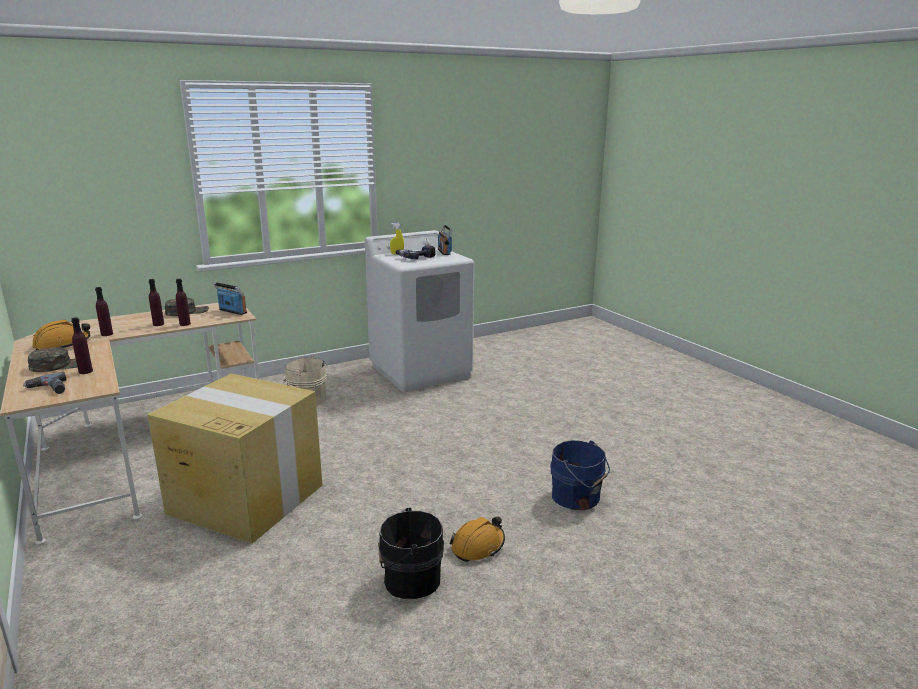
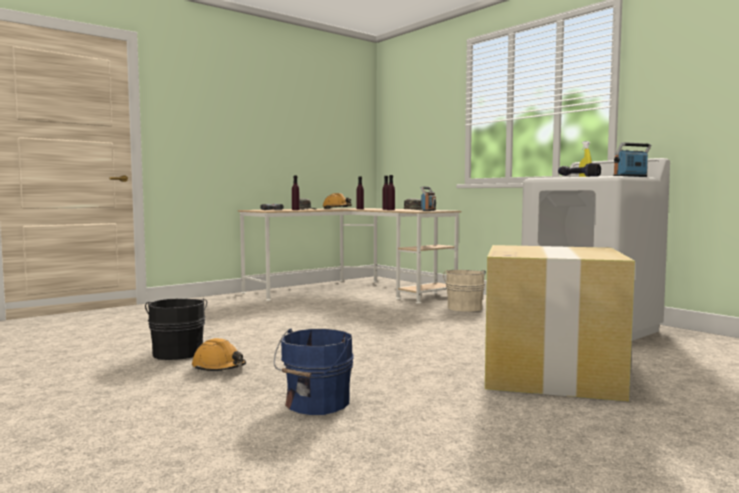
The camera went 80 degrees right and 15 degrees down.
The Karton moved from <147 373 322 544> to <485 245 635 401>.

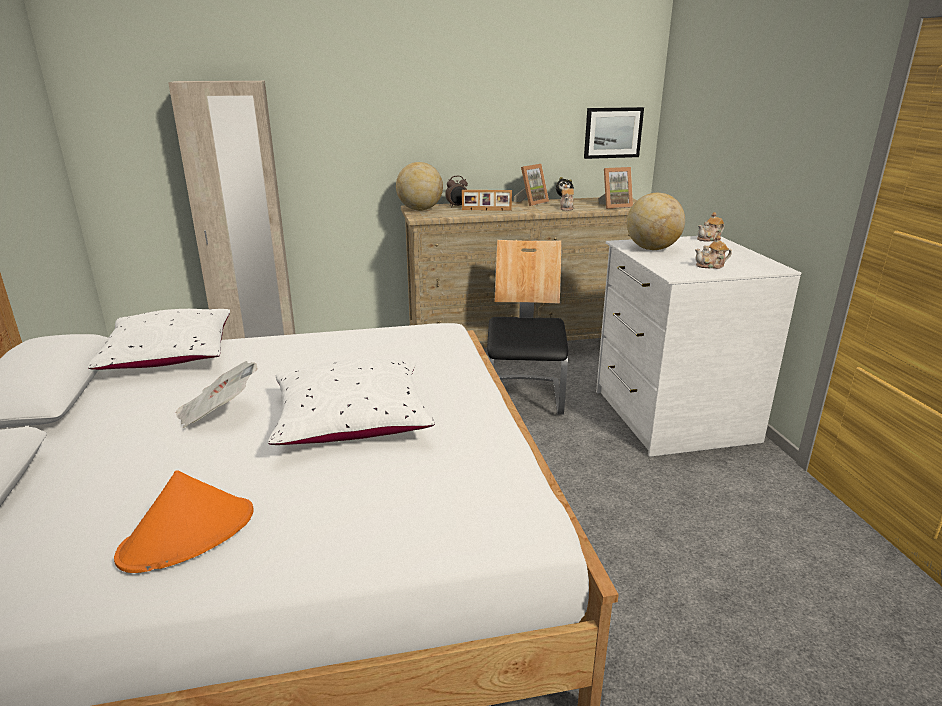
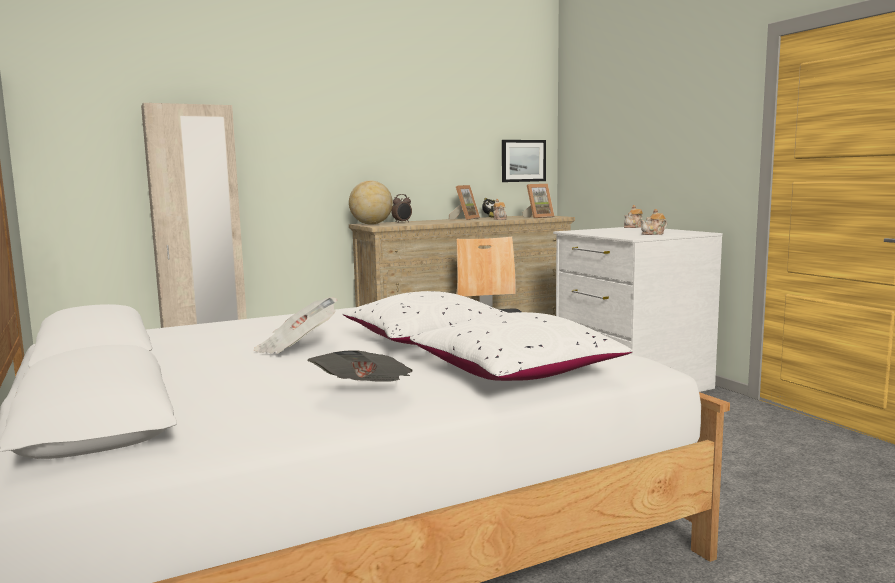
The camera went 15 degrees left and 15 degrees down.
The Bilderrahmen at <462 190 512 211> disappeared.
The Globus at <627 193 685 250> disappeared.
The Kissen [weiß] moved from <88 309 230 370> to <410 312 633 381>.
The Hut [orange] at <114 471 254 573> was replaced by the Zeitung at <307 350 413 382>.

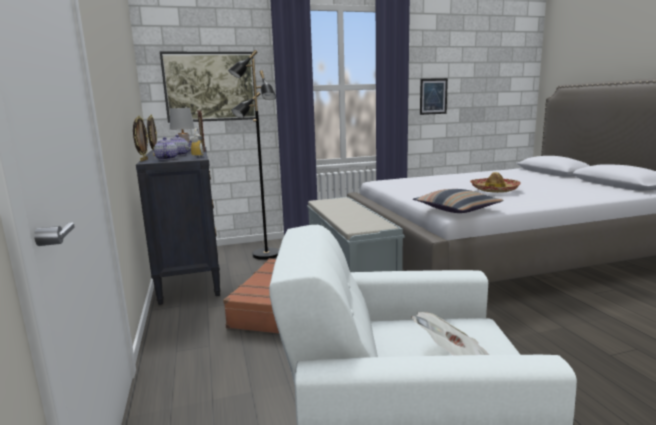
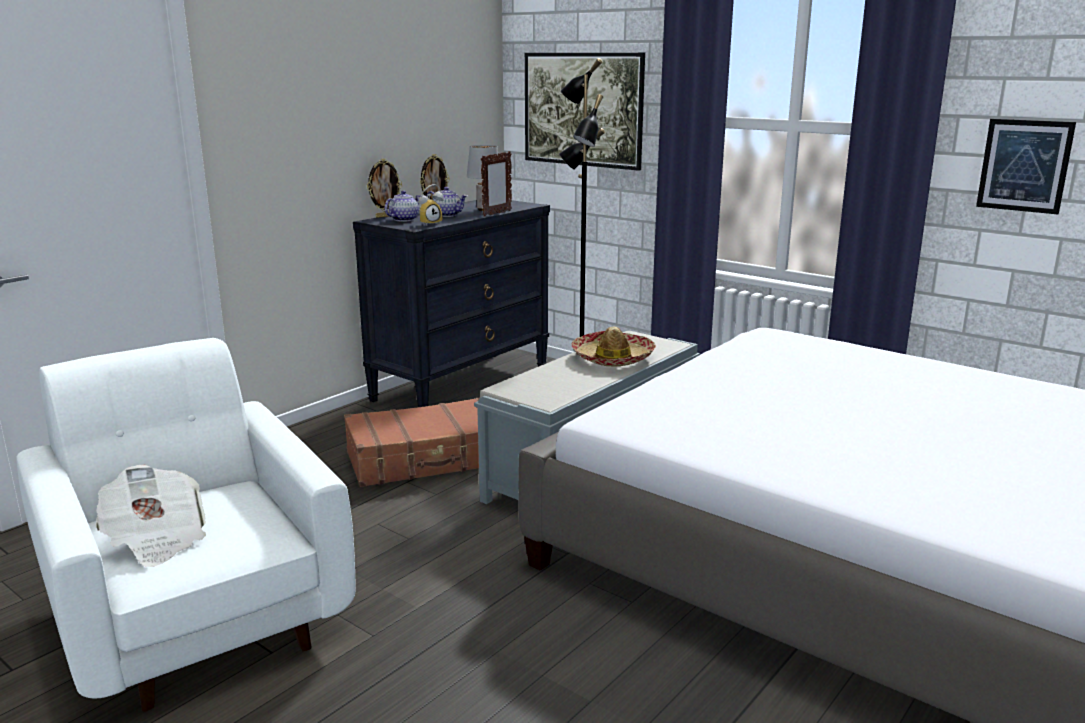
The camera went 55 degrees right and 5 degrees up.
The Hut moved from <470 172 521 193> to <571 326 656 366>.
The Kissen at <413 189 504 213> disappeared.

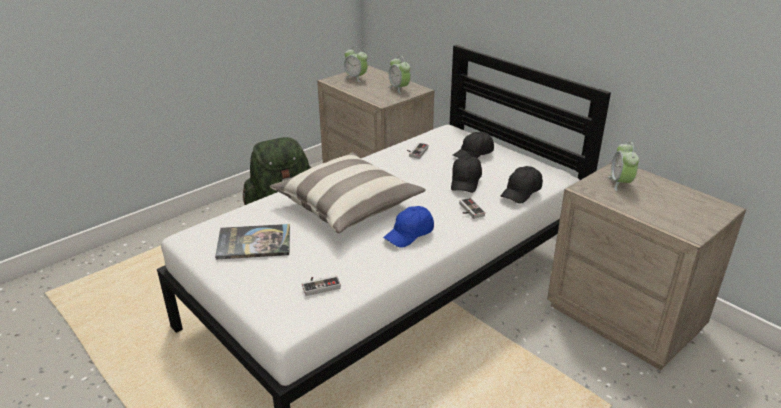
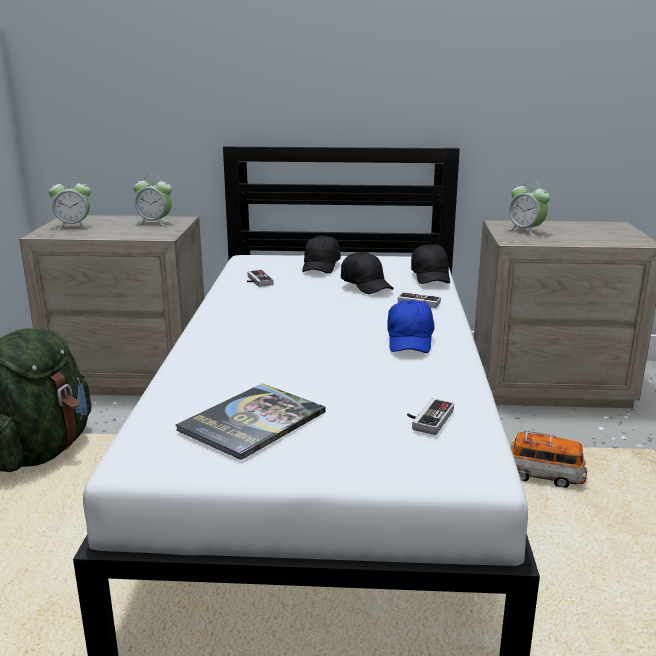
The camera went 45 degrees left and 10 degrees down.
The Kissen at <270 153 426 233> disappeared.
The Spielzeugauto at <511 430 587 488> appeared.

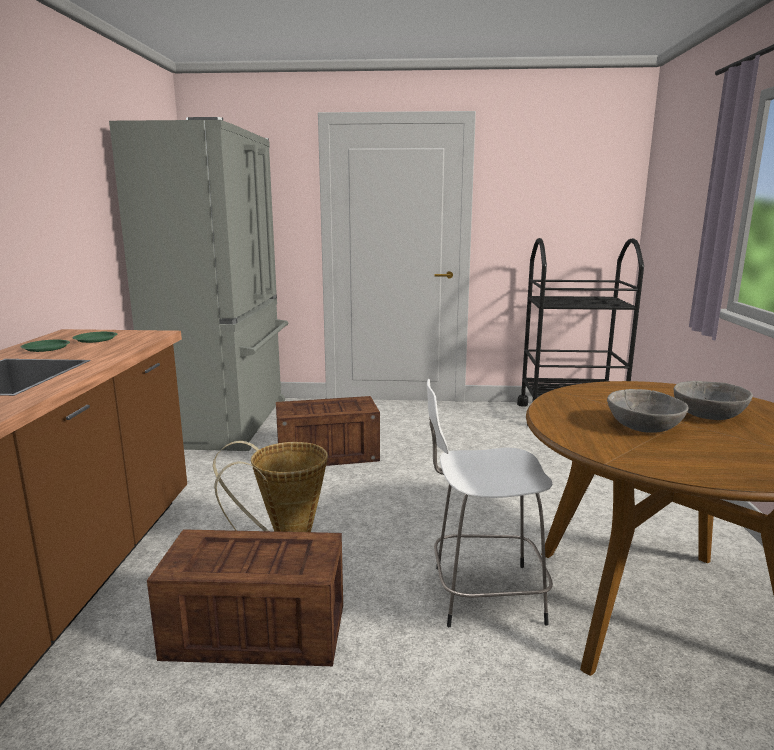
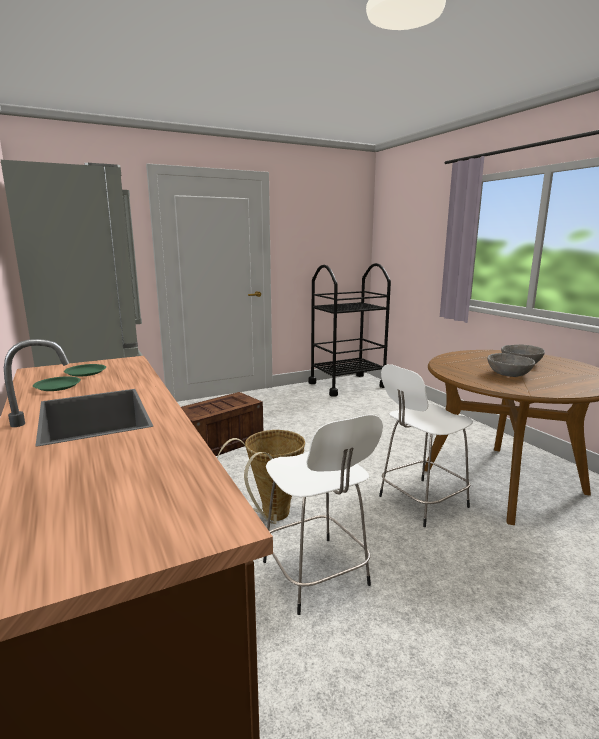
The camera went 30 degrees left and 0 degrees up.
The Kiste at <147 529 343 666> was replaced by the Hocker [weiß] at <263 415 383 615>.

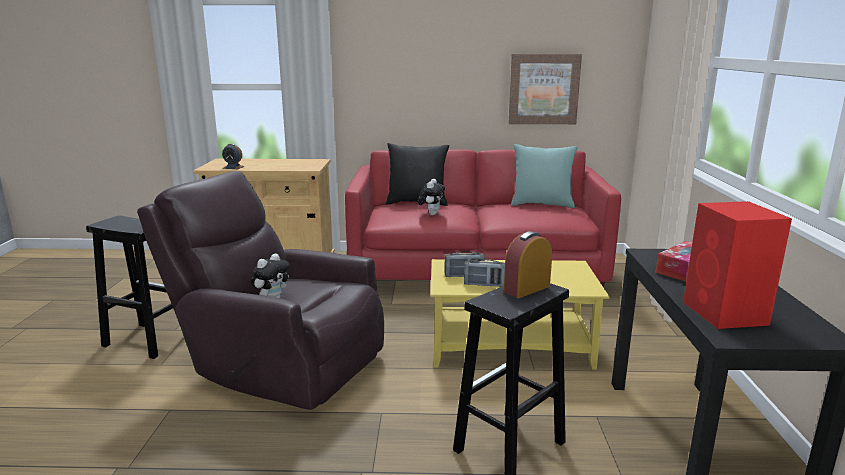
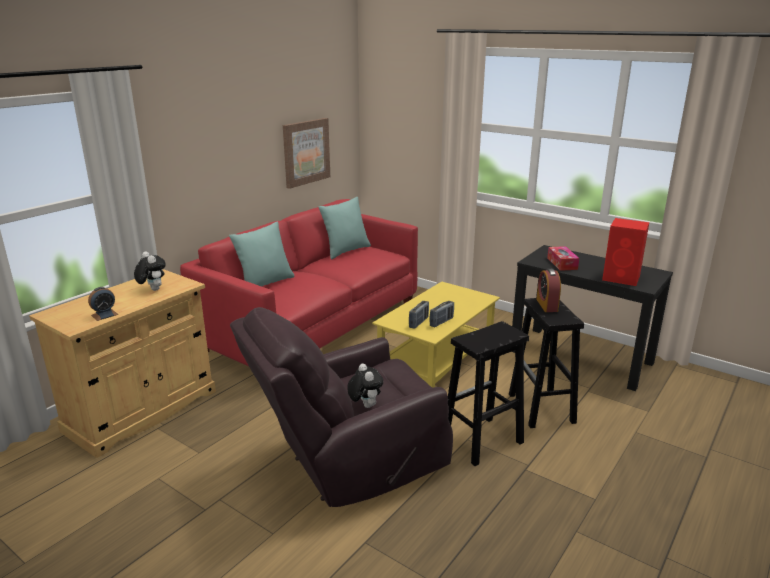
The camera went 55 degrees left and 5 degrees up.
The Kissen [schwarz] at <386 143 449 206> became the Kissen [türkis] at <229 222 295 287>.
The Plüschtier moved from <418 179 445 215> to <134 251 166 291>.
The Hocker [schwarz] moved from <86 215 173 359> to <448 321 529 466>.

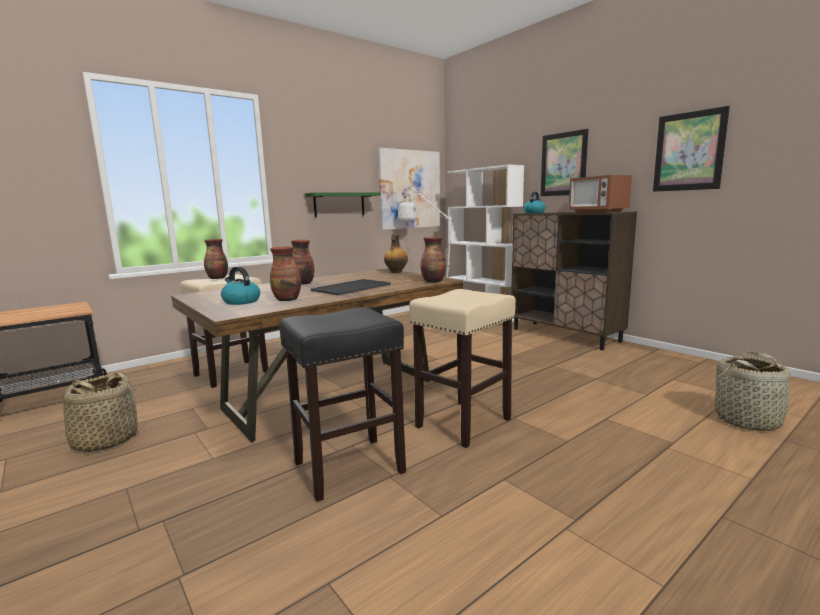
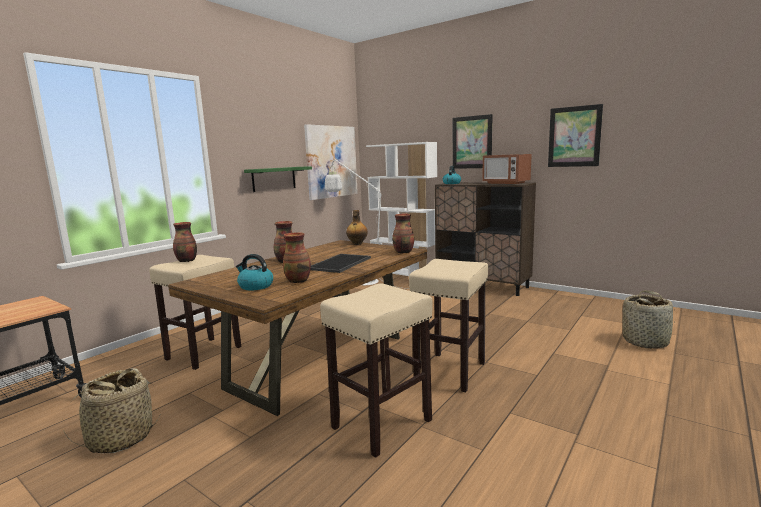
The camera went 15 degrees left and 0 degrees up.
The Hocker [schwarz] at <279 307 406 502> became the Hocker [beige] at <320 283 432 458>.

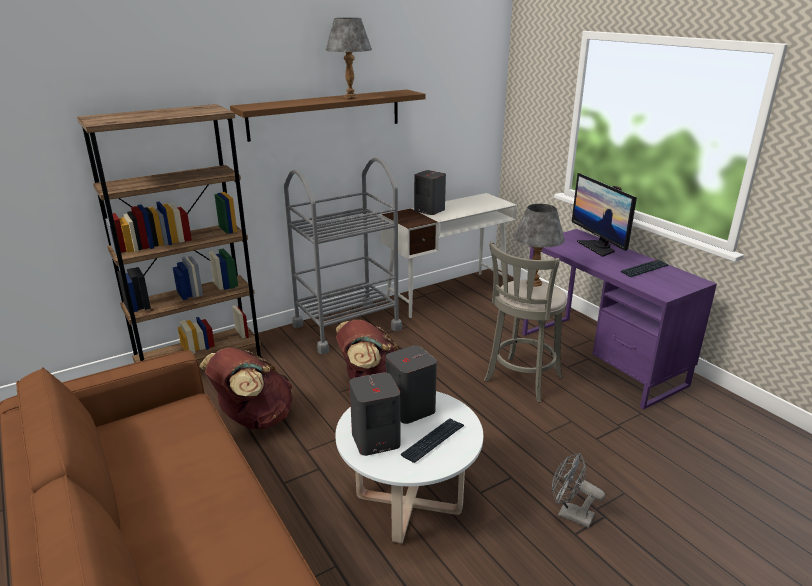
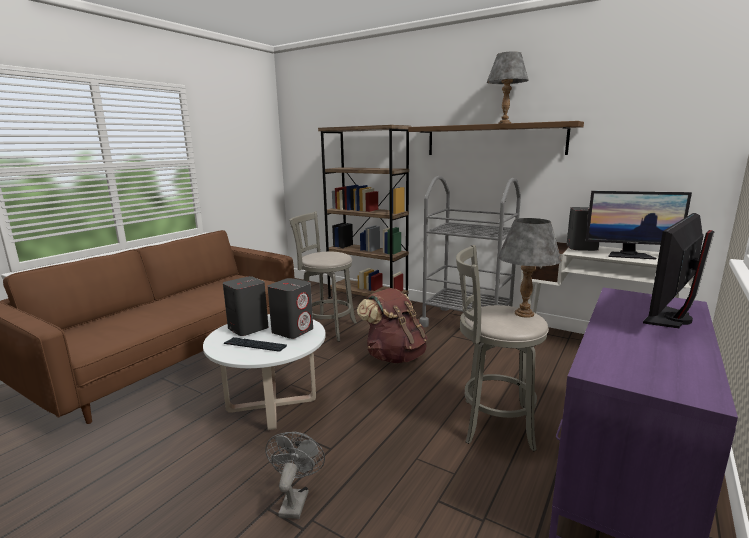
The camera went 65 degrees right and 10 degrees down.
The Tastatur at <621 259 668 277> disappeared.
The Rucksack [braun] at <199 348 293 429> was replaced by the Hocker [grau] at <289 211 357 342>.
The Monitor at <585 191 692 259> appeared.

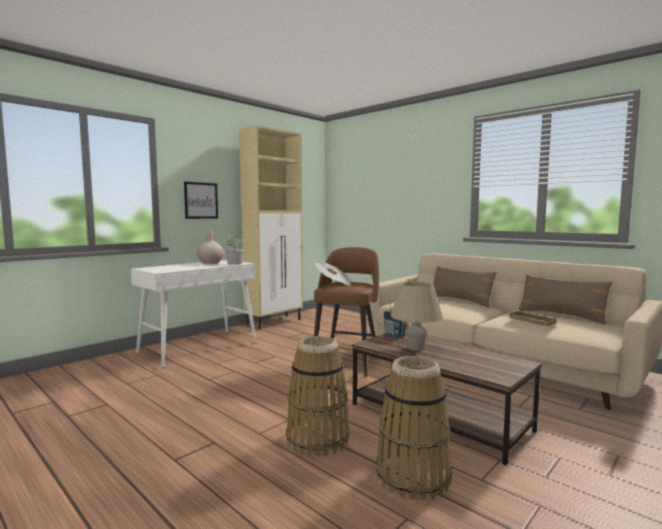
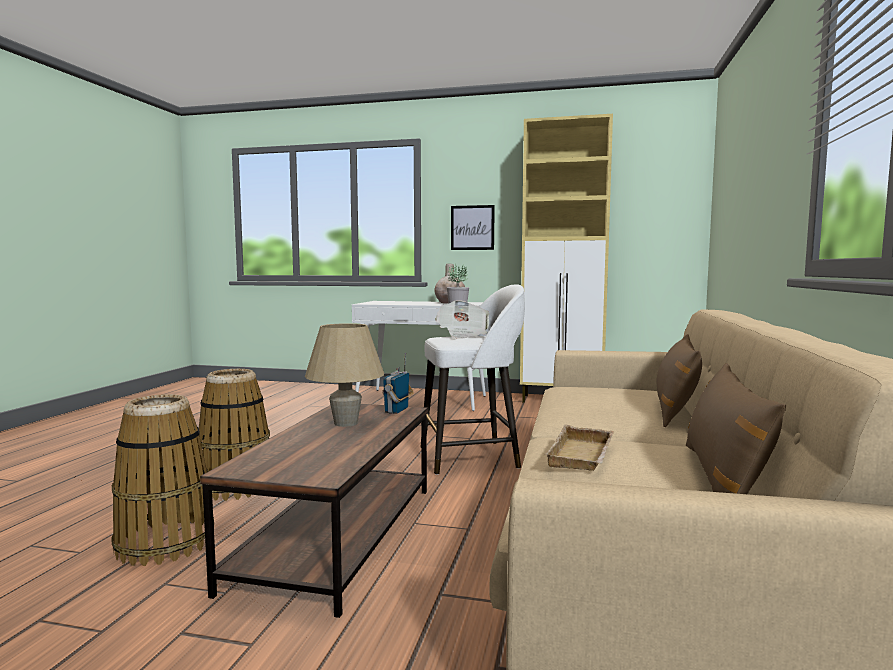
The camera went 60 degrees right and 0 degrees up.
The Hocker [braun] at <314 247 379 377> became the Hocker [weiß] at <424 284 525 475>.

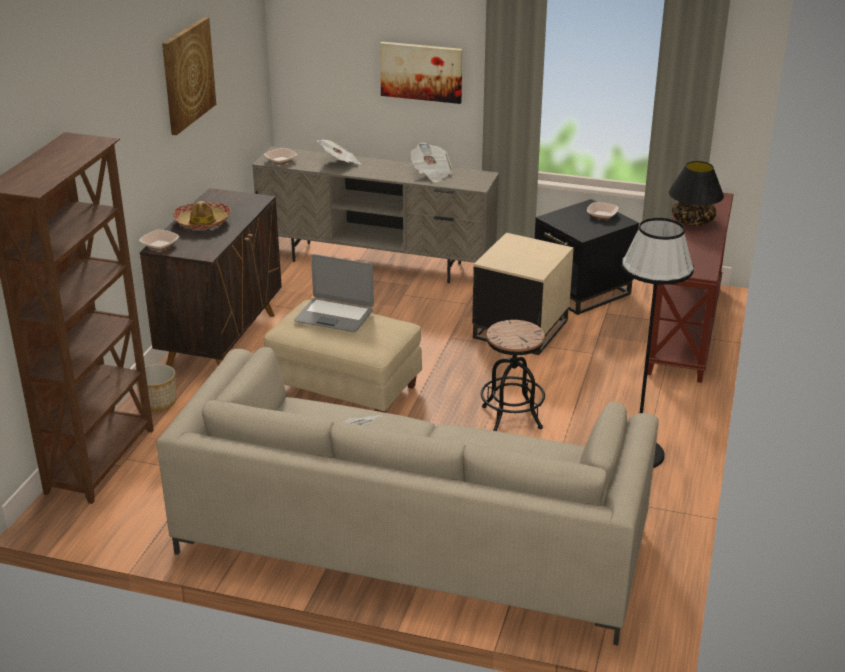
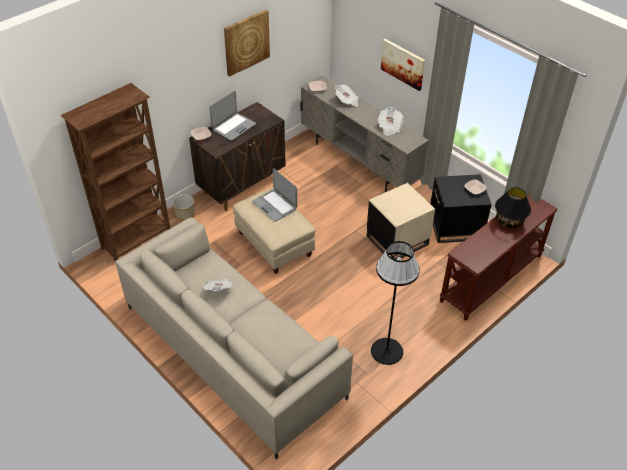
The camera went 30 degrees right and 15 degrees up.
The Hut at <173 201 231 230> was replaced by the Laptop at <209 91 256 141>.
The Hocker [schwarz] at <481 320 545 431> disappeared.

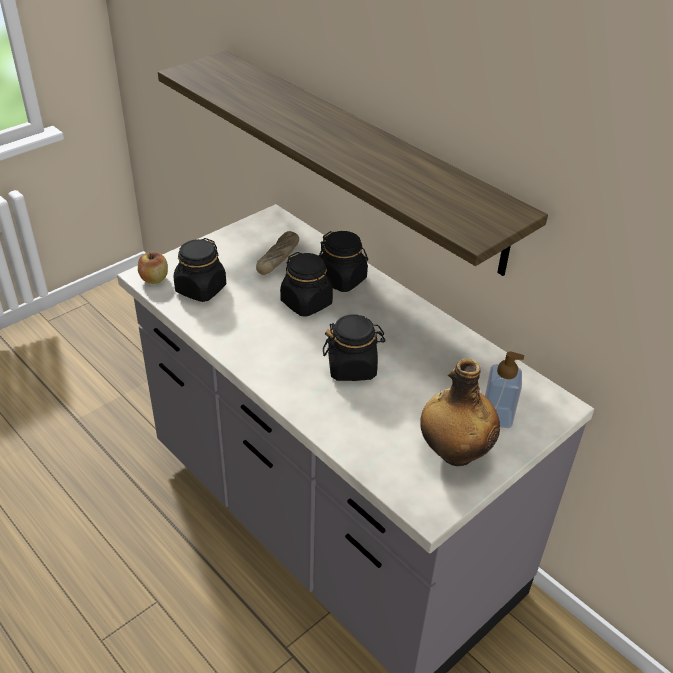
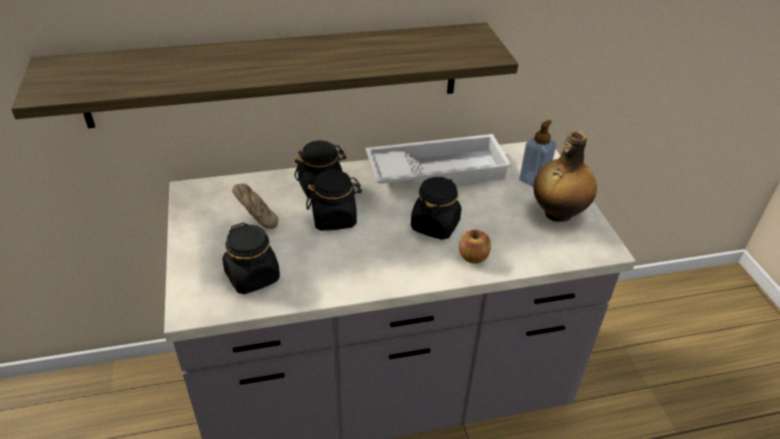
The camera went 60 degrees left and 0 degrees up.
The Apfel moved from <138 252 168 284> to <459 229 491 264>.
The Tablett [weiß] at <366 134 512 185> appeared.

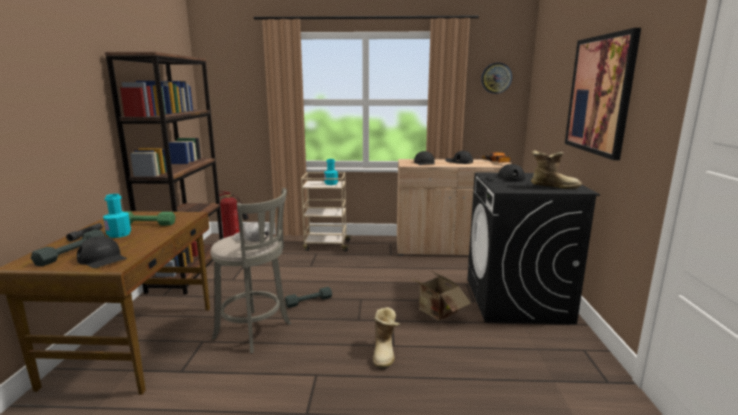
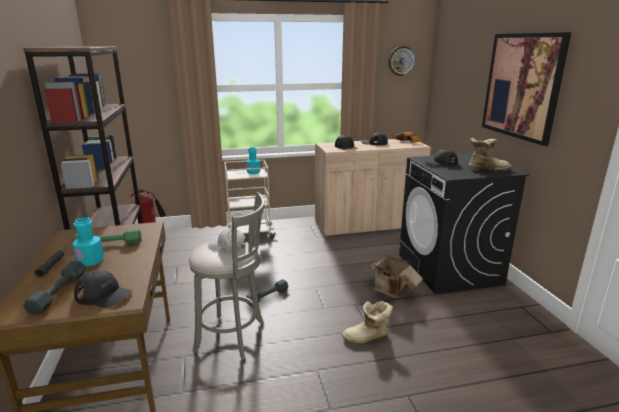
The camera went 15 degrees left and 5 degrees up.
The Stiefel at <373 307 400 369> turned 90 degrees clockwise.

